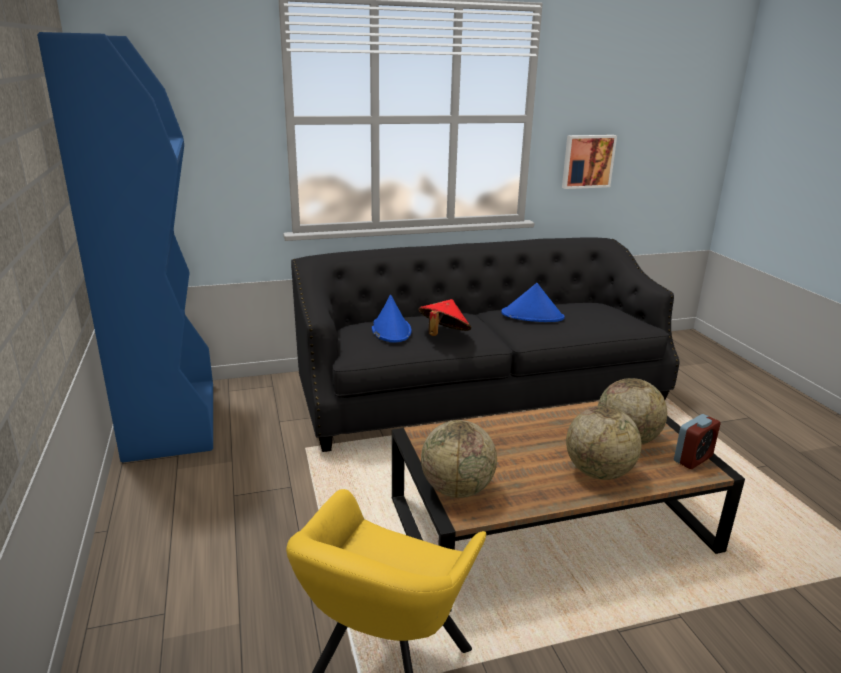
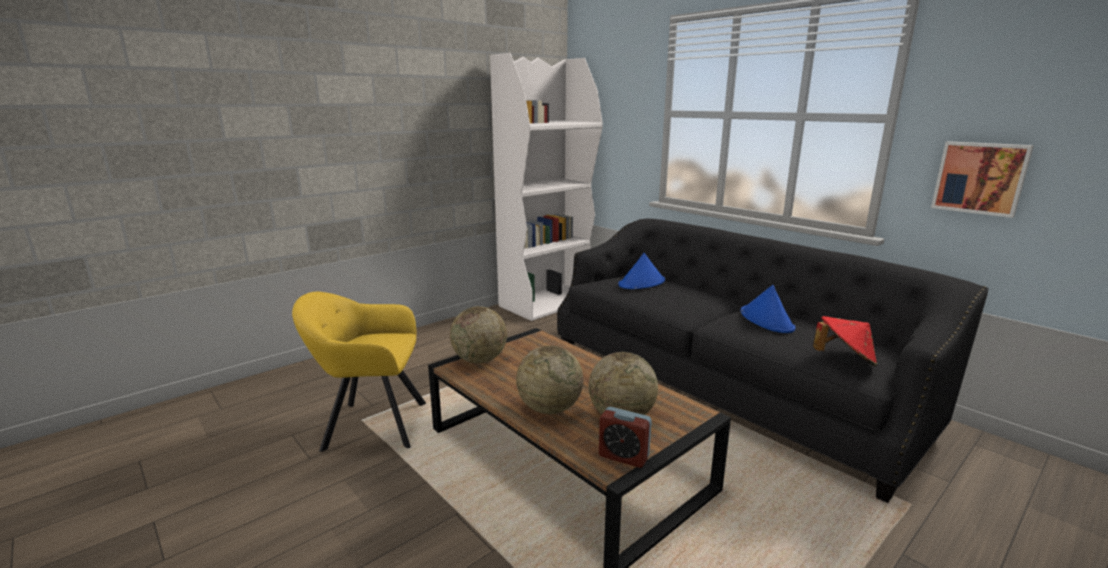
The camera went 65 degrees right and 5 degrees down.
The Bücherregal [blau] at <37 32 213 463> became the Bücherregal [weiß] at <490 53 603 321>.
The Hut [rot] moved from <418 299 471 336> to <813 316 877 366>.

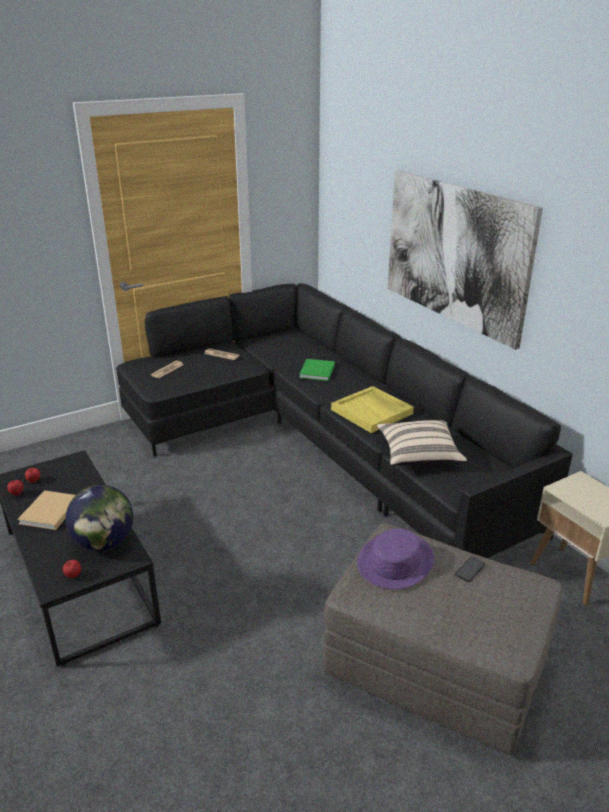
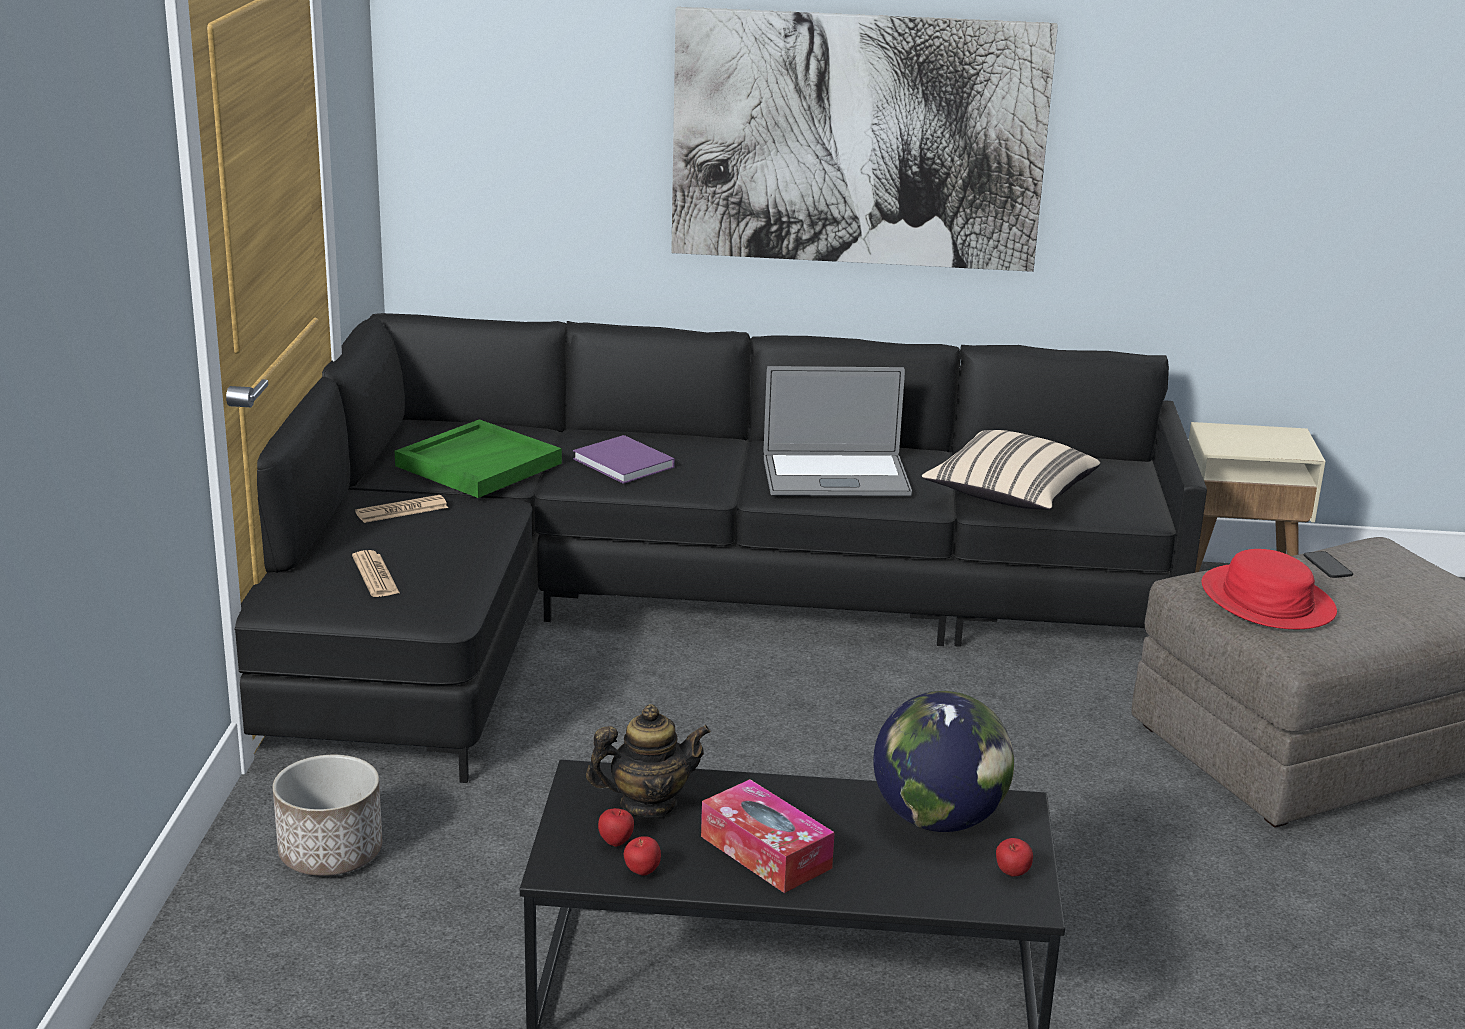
The camera went 55 degrees left and 5 degrees down.
The Buch [grün] at <299 359 335 381> became the Buch [lila] at <573 435 675 484>.
The Tablett [gelb] at <331 386 414 433> was replaced by the Laptop at <764 366 912 496>.
The Buch [beige] at <17 490 75 530> was replaced by the Taschentuchbox at <701 779 835 893>.
The Hut [lila] at <357 528 434 589> became the Hut [rot] at <1202 549 1337 629>.
The Tablett [grün] at <395 419 562 498> appeared.
The Teekanne at <586 704 711 818> appeared.
The Pflanzkübel at <273 755 382 876> appeared.

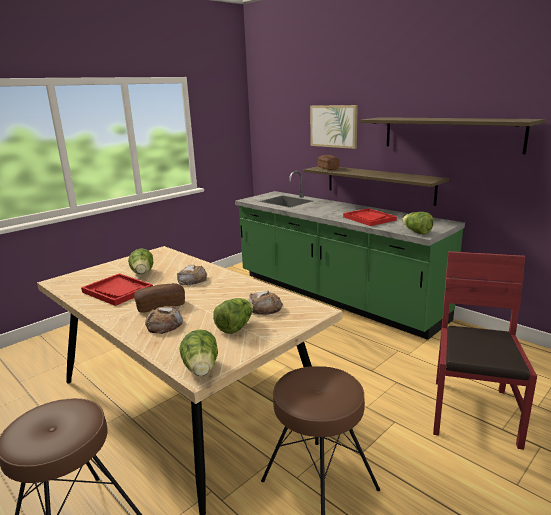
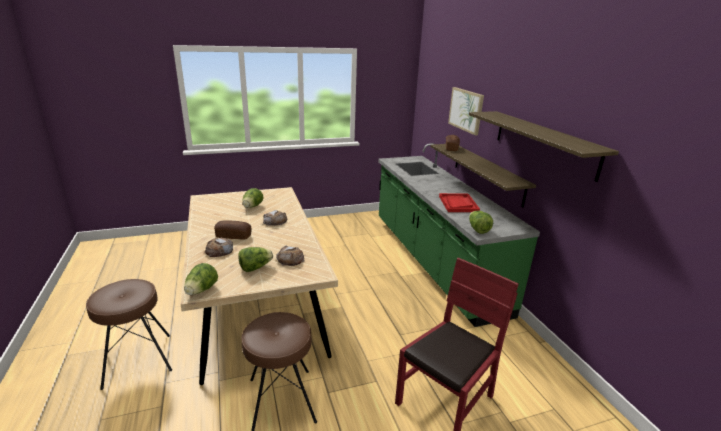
The camera went 25 degrees right and 5 degrees up.
The Tablett [rot] at <81 273 153 306> disappeared.

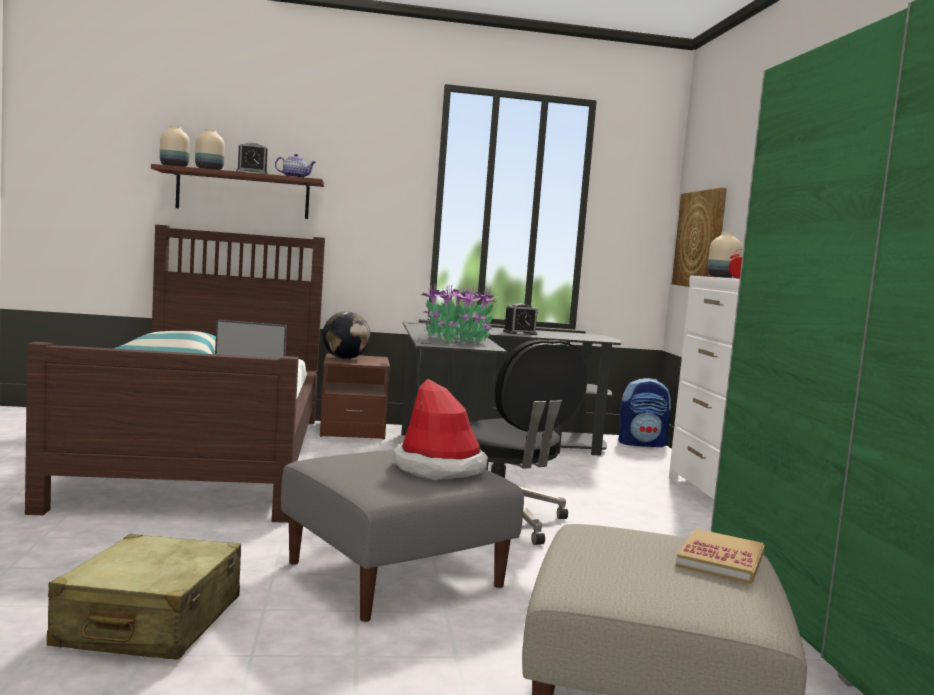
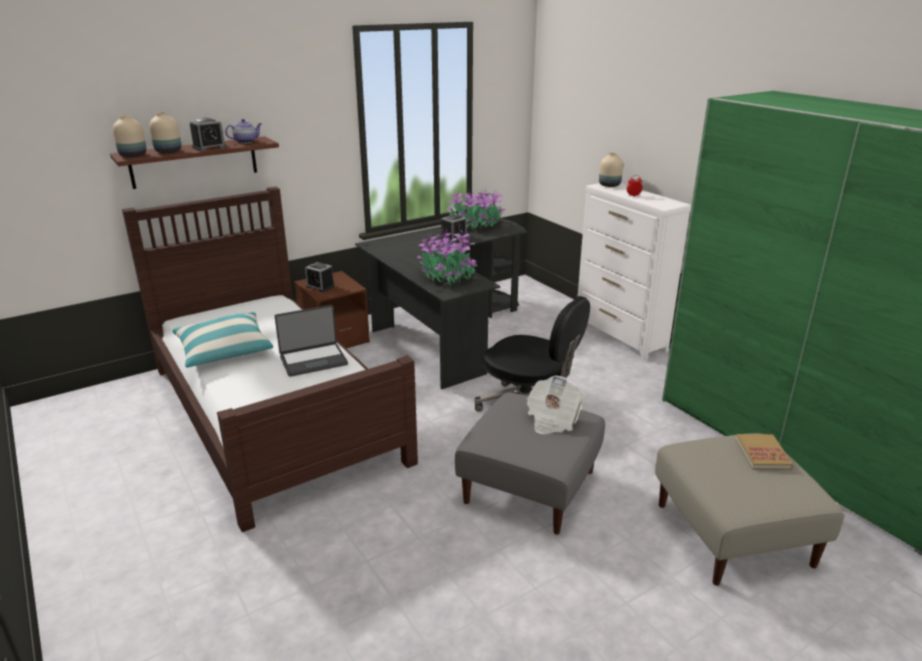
The camera went 25 degrees left and 20 degrees up.
The Bild at <672 188 727 287> disappeared.
The Globus at <322 311 370 359> was replaced by the Wecker at <305 262 335 292>.
The Rucksack at <619 378 671 448> disappeared.
The Hut at <393 379 488 480> was replaced by the Zeitung at <526 376 584 434>.
The Koffer [beige] at <47 534 241 659> disappeared.
The Topfpflanze at <447 189 505 230> appeared.

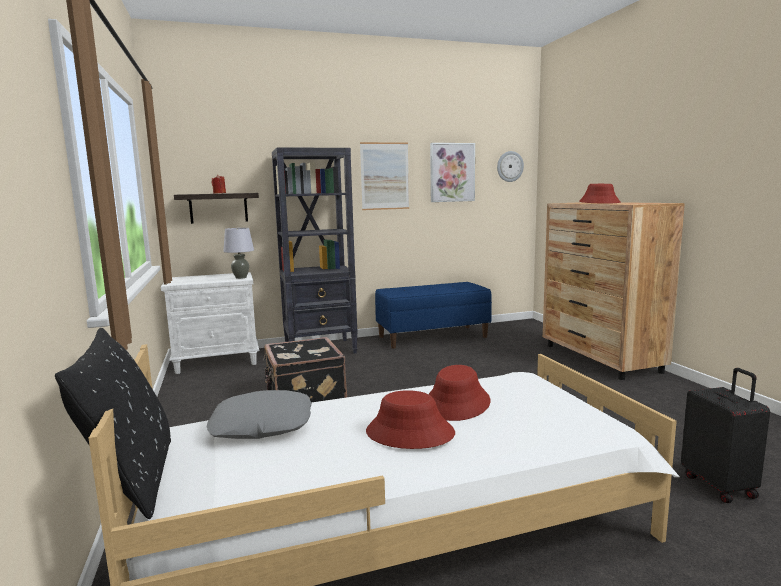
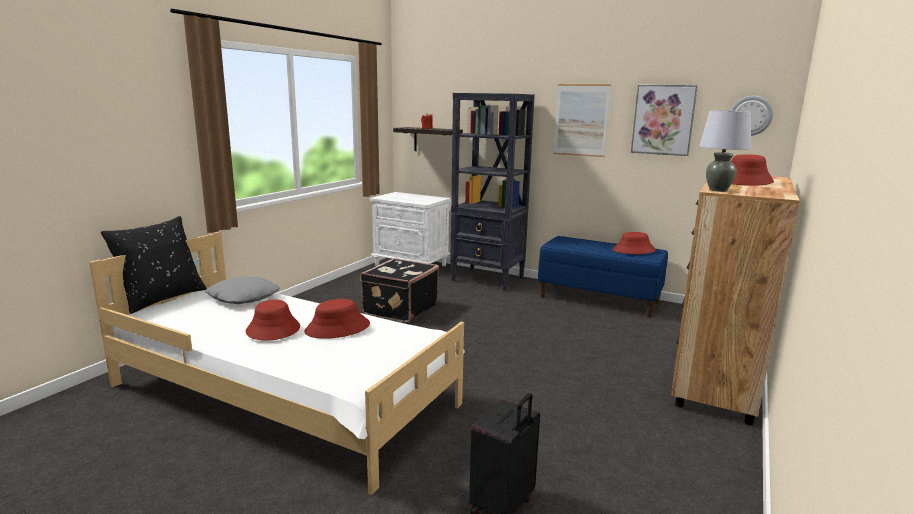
The camera went 45 degrees right and 5 degrees up.
The Tischlampe [grau] moved from <223 228 254 279> to <699 110 751 192>.
The Hut [rot] at <613 232 656 254> appeared.

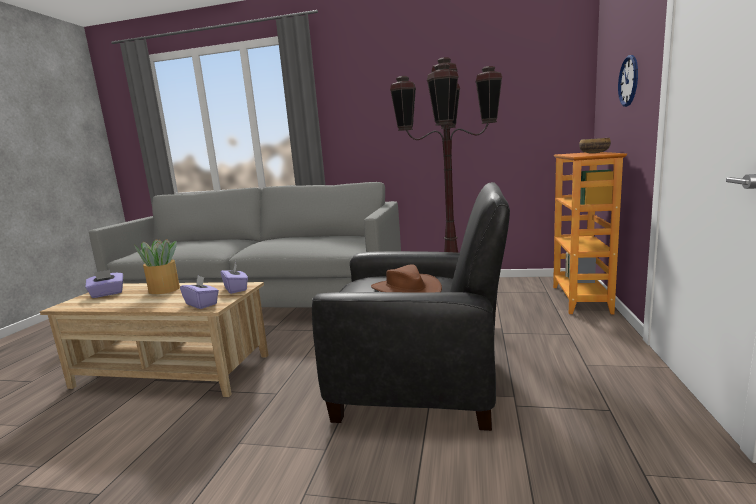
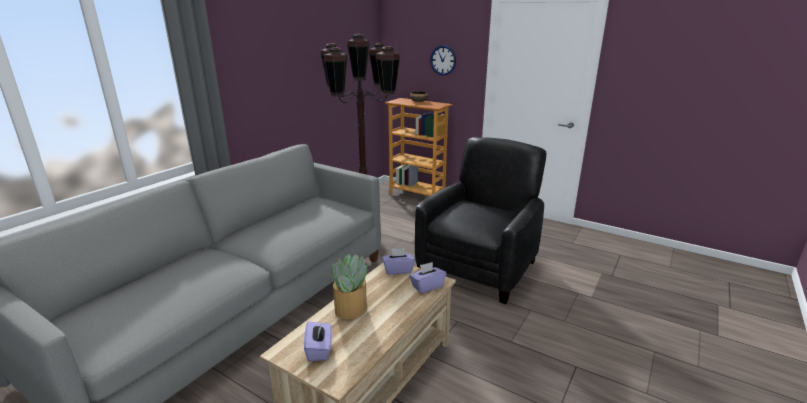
The camera went 70 degrees left and 10 degrees up.
The Hut [braun] at <371 265 442 293> disappeared.

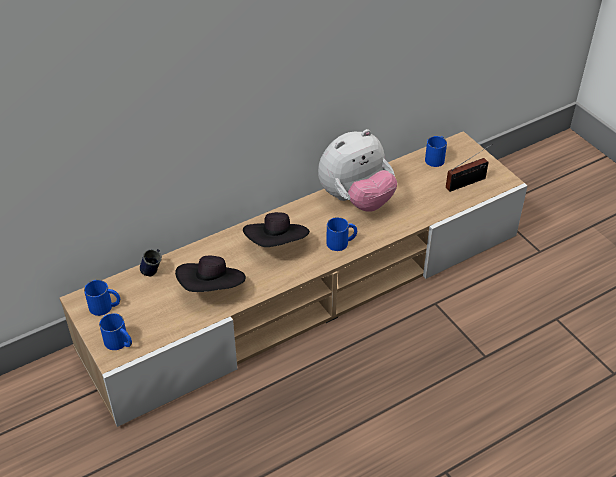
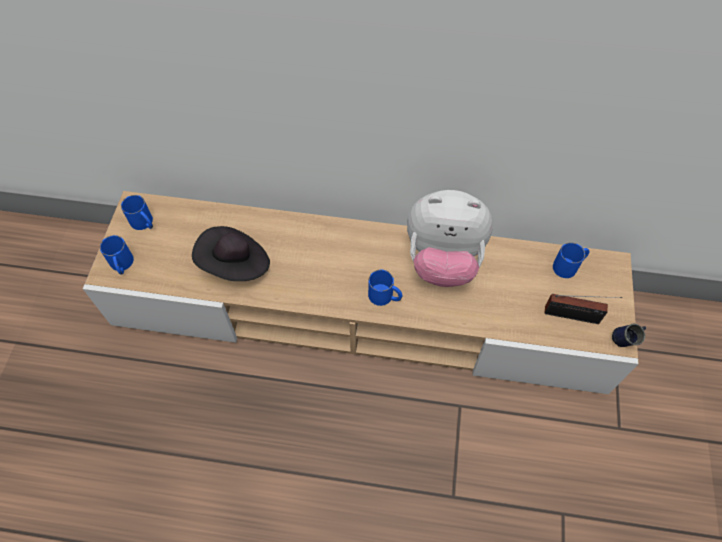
The camera went 40 degrees right and 15 degrees up.
The Hut [schwarz] at <243 212 310 247> disappeared.
The Henkelbecher [blau] moved from <140 249 162 276> to <612 324 646 347>.

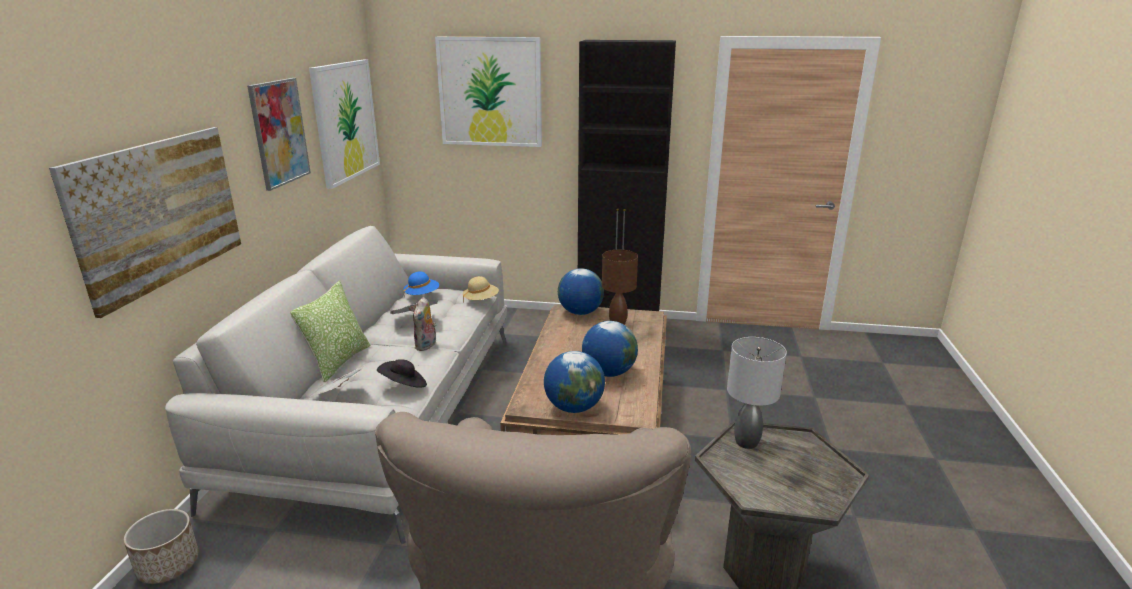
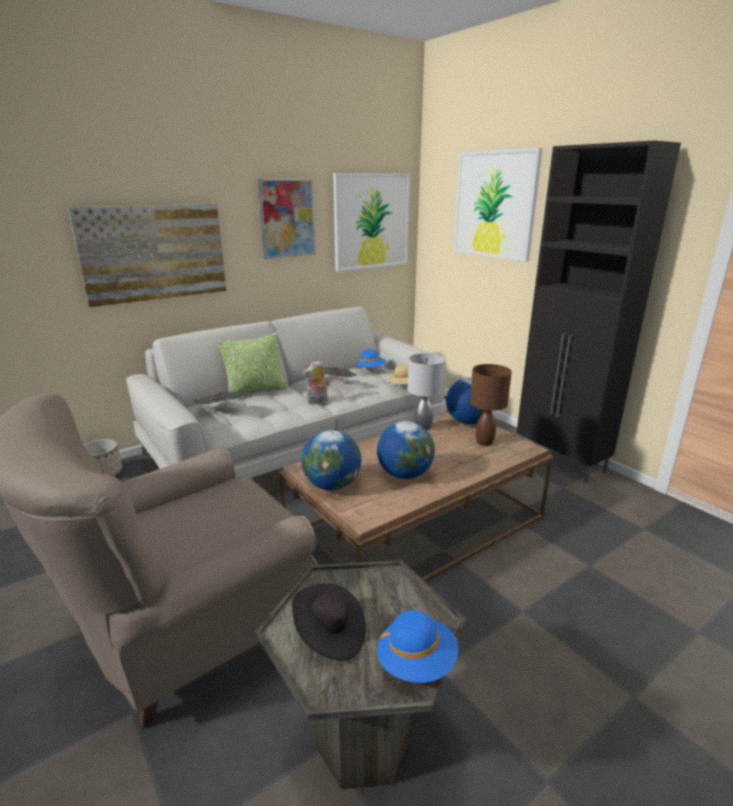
The camera went 45 degrees right and 0 degrees up.
The Tischlampe [grau] moved from <727 337 787 449> to <408 353 445 430>.
The Hut [schwarz] moved from <377 359 427 388> to <292 583 366 660>.
The Hut [blau] at <377 610 458 683> appeared.

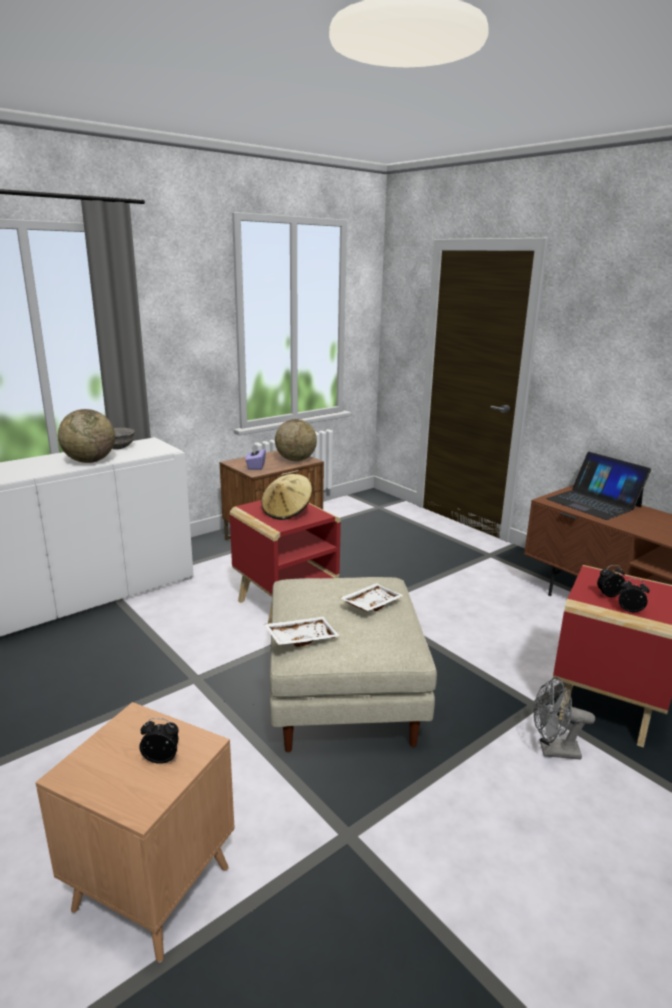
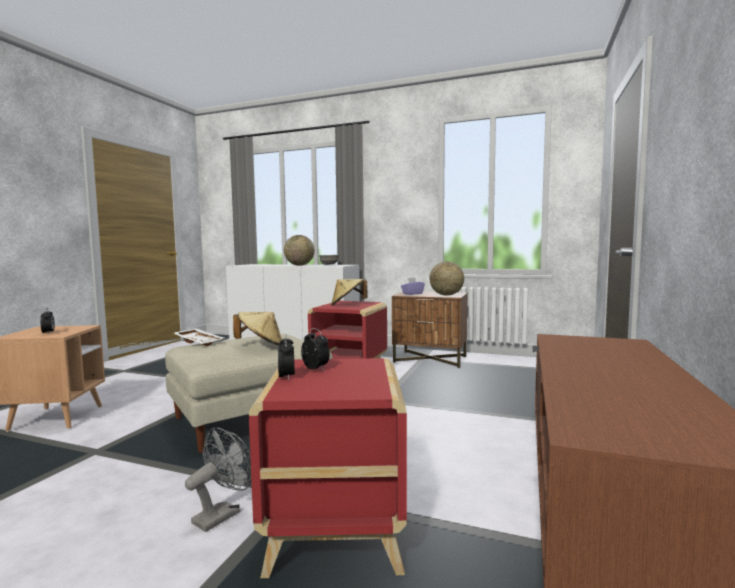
The camera went 60 degrees right and 15 degrees down.
The Laptop at <546 452 651 520> disappeared.
The Tablett [weiß] at <340 583 404 611> was replaced by the Hut [beige] at <233 312 282 345>.
The Ventilator [grau] at <534 677 595 760> turned 60 degrees clockwise.

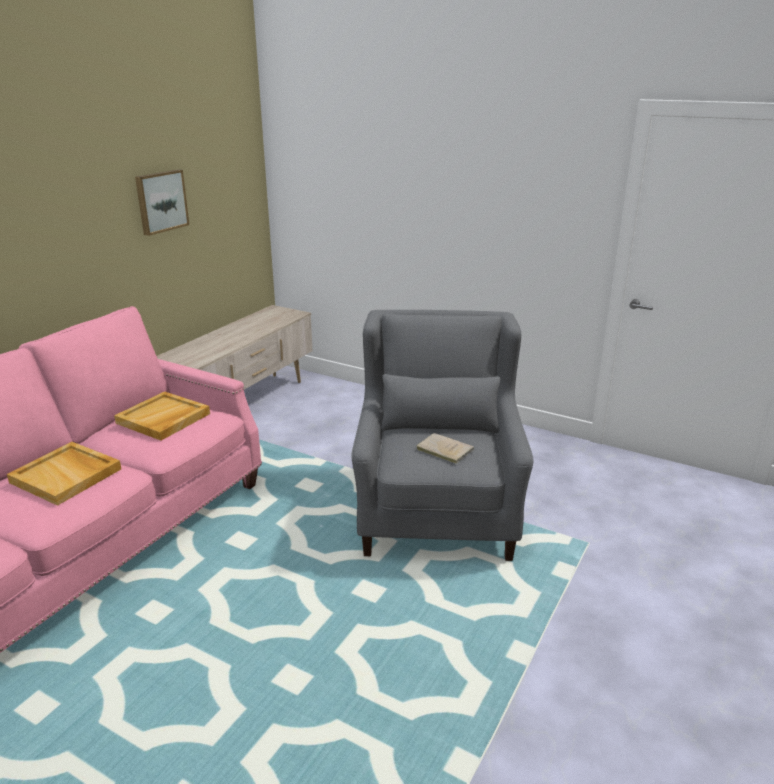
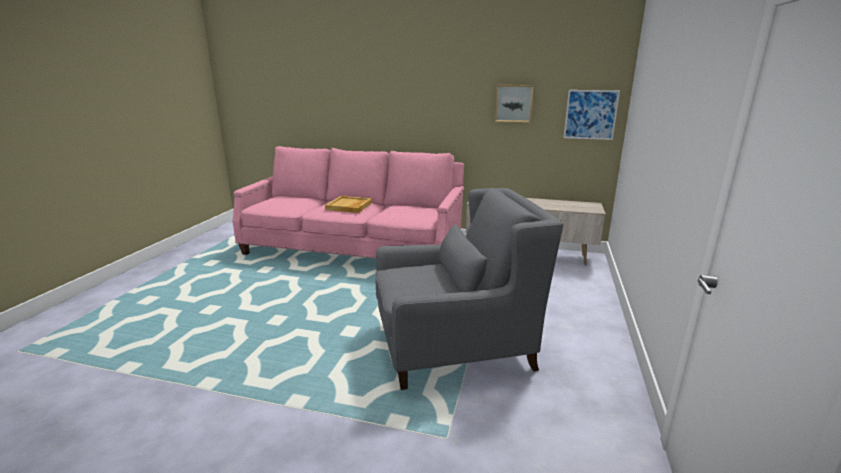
The camera went 75 degrees right and 5 degrees down.
The Tablett [beige] at <114 391 210 441> disappeared.
The Buch [beige] at <417 433 474 464> disappeared.
The Bild at <563 90 620 140> appeared.

